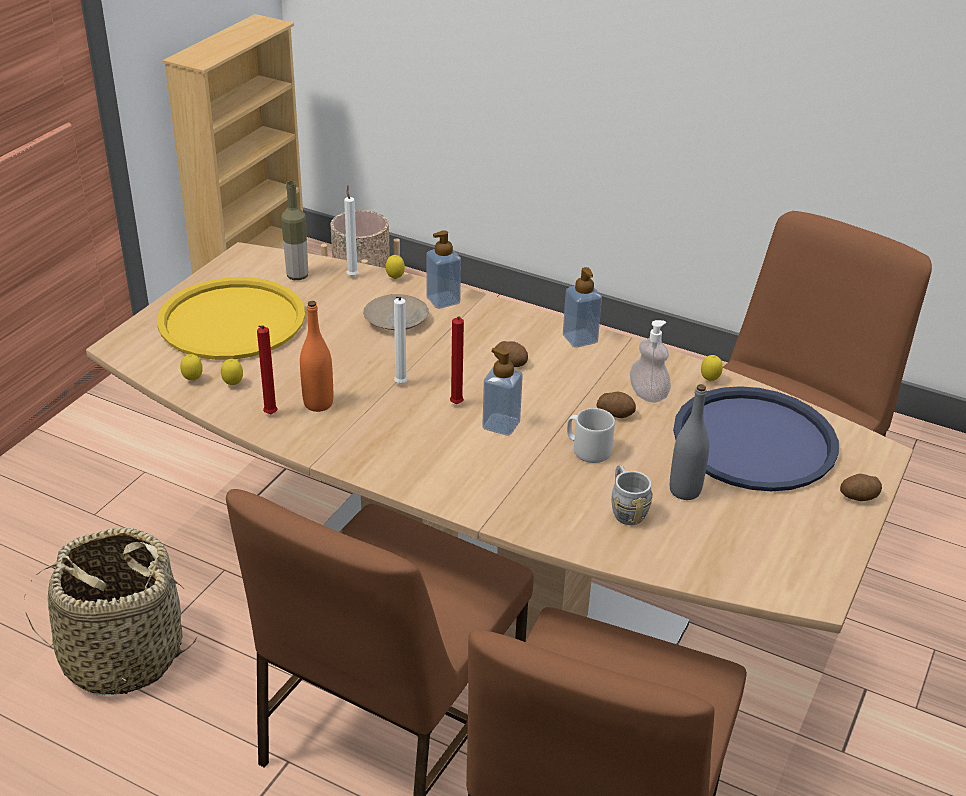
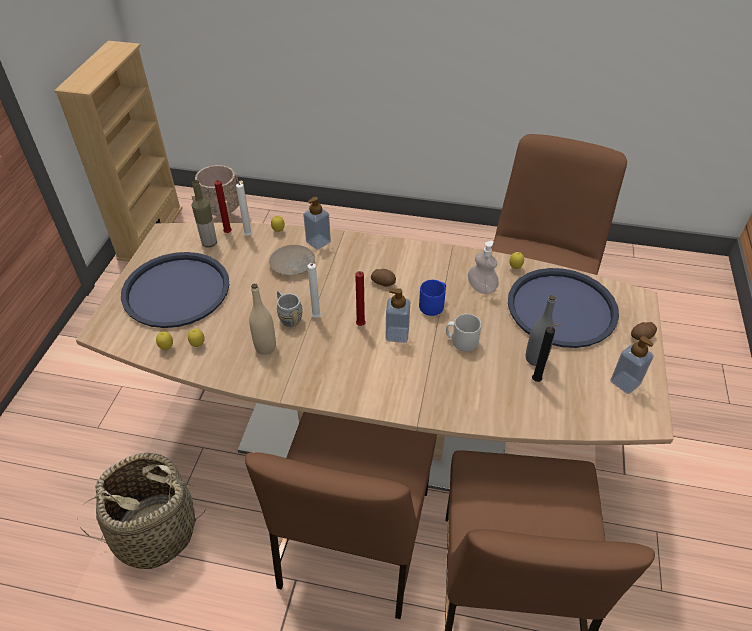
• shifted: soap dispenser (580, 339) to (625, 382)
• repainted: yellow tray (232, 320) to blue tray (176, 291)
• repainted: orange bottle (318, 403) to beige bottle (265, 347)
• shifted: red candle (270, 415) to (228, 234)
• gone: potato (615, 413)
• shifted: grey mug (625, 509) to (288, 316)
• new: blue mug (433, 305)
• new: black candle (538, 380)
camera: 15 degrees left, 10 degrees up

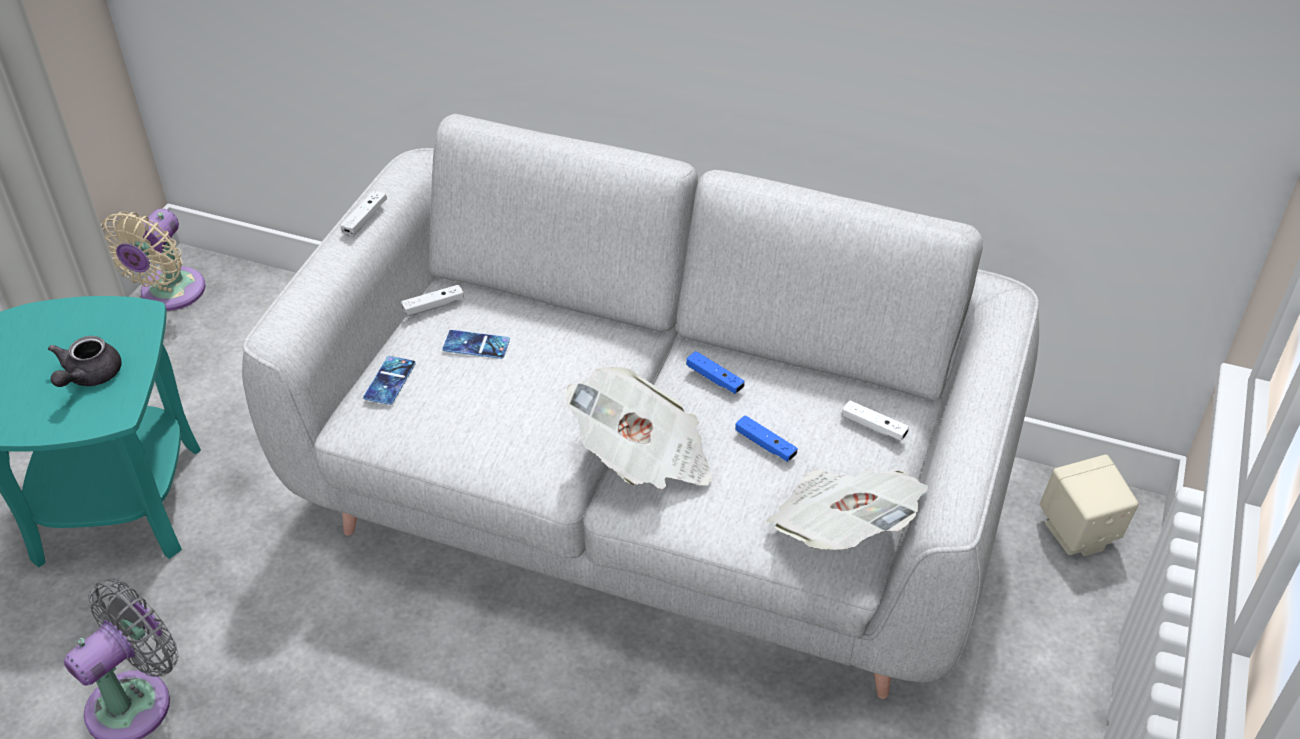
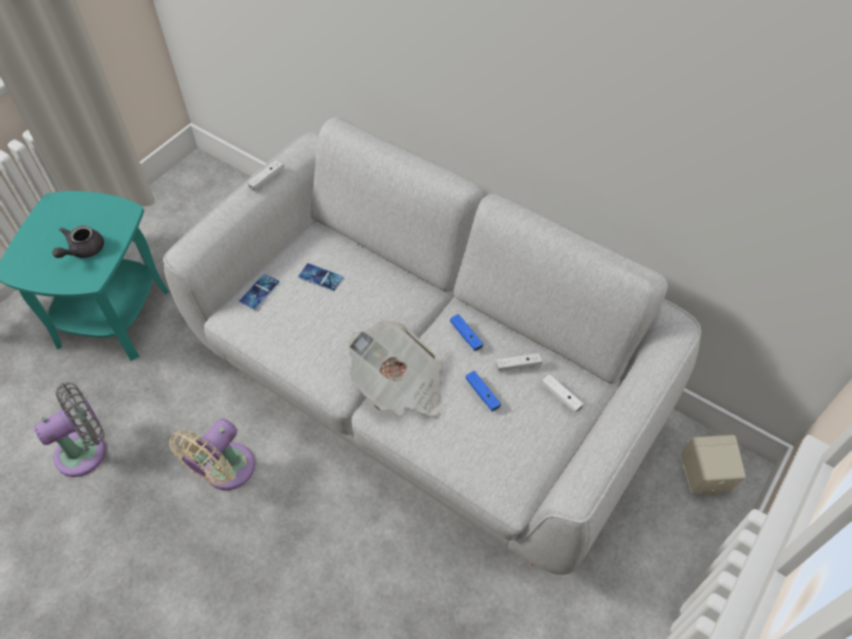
• shifted: beige fan (169, 294) to (225, 471)
• shifted: white game controller (433, 306) to (518, 365)
• gone: newspaper (841, 529)
camera: 15 degrees right, 10 degrees up

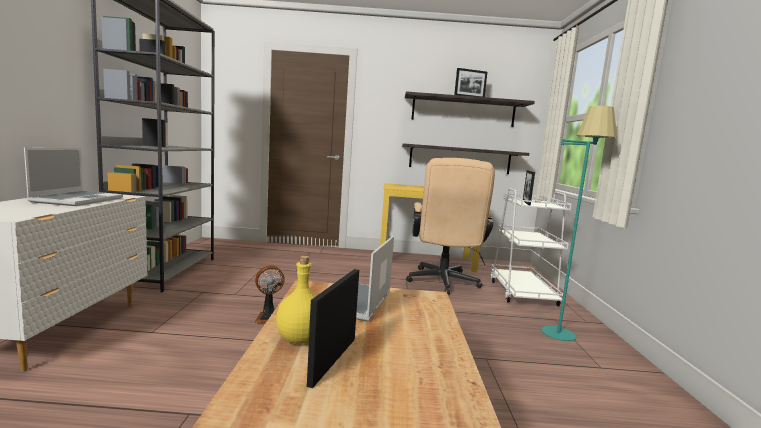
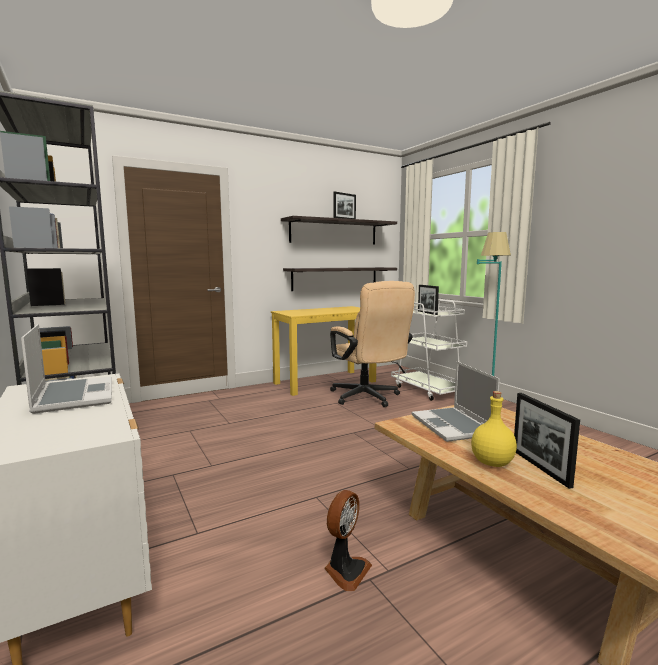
• shifted: fan (269, 317) to (345, 570)
camera: 30 degrees left, 0 degrees up

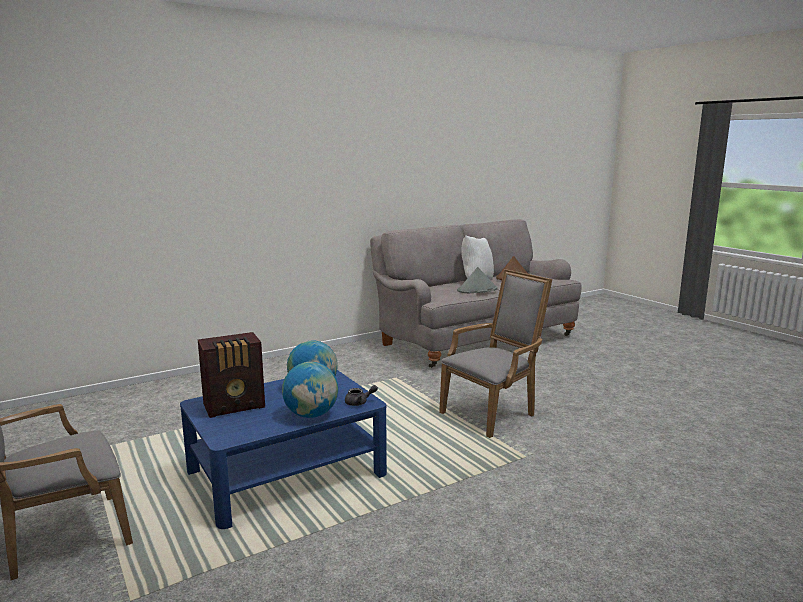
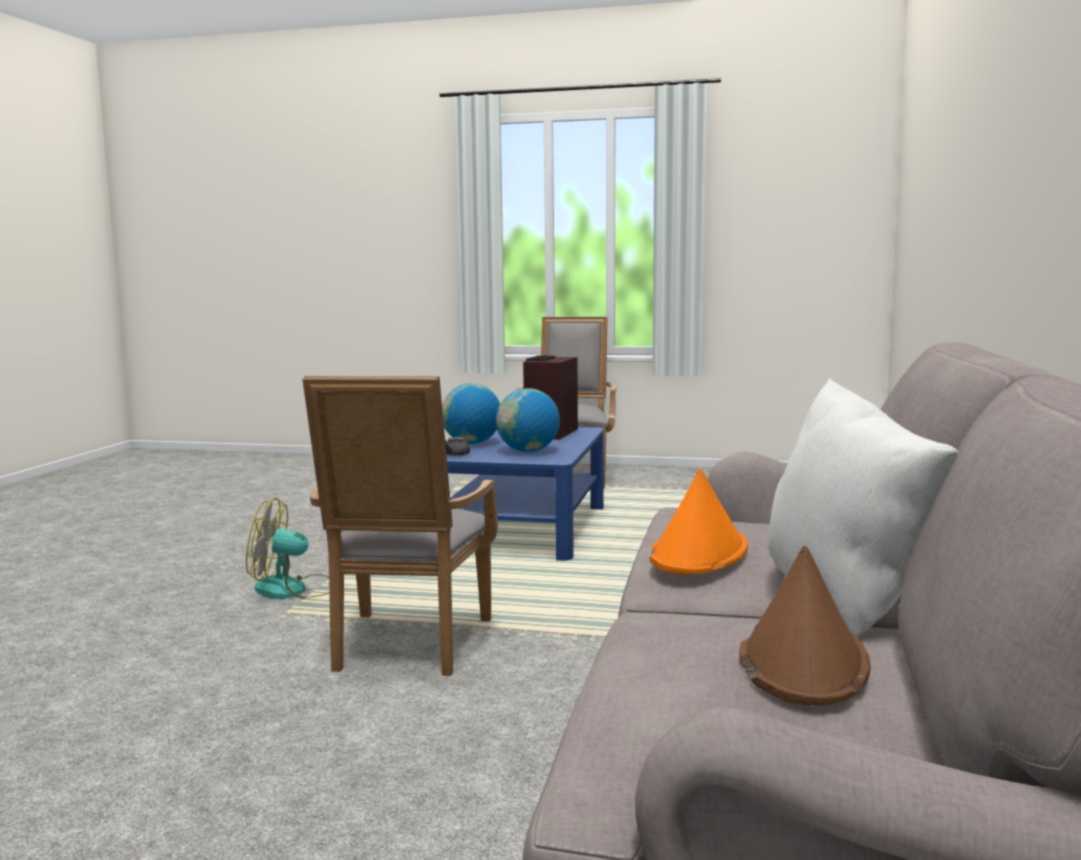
• repainted: grey hat (477, 290) to orange hat (699, 554)
• new: fan (293, 590)
camera: 135 degrees right, 5 degrees down

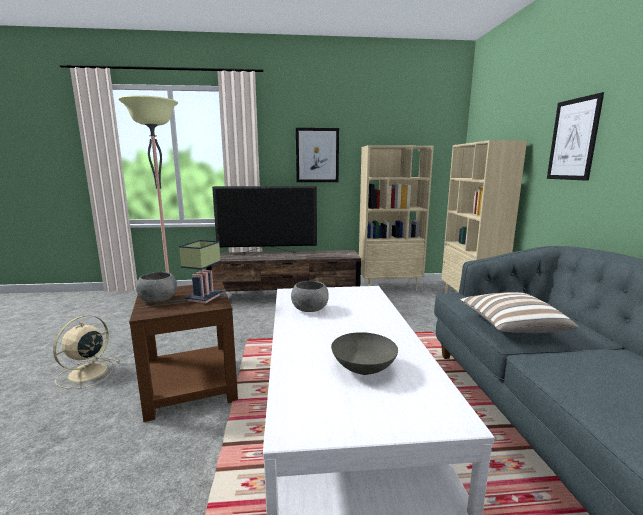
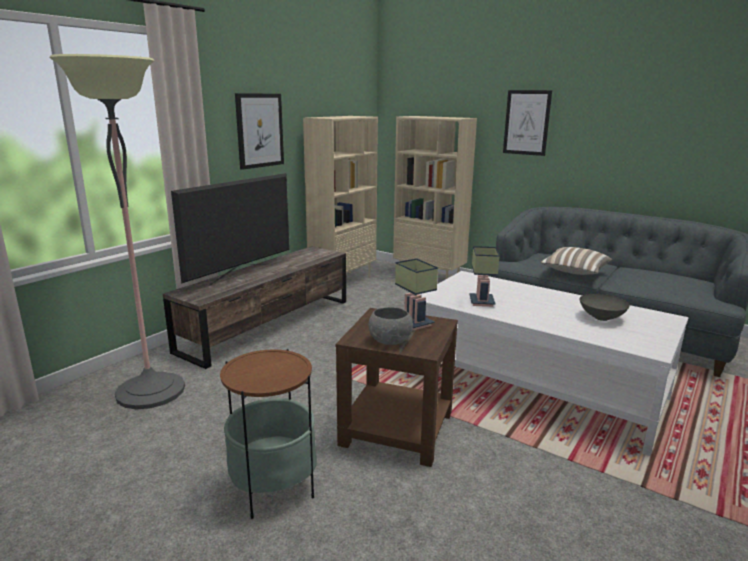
• swapped: grey bowl (309, 309) to table lamp (483, 302)
• swapped: beige fan (86, 373) to side table (273, 488)
camera: 50 degrees left, 5 degrees up

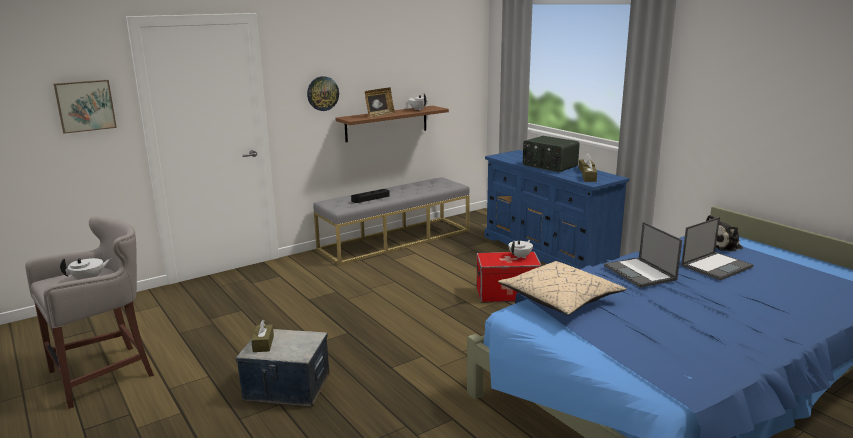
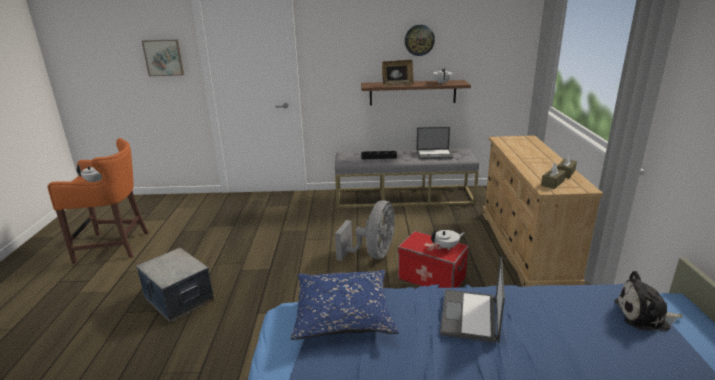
• shifted: wall clock (322, 93) to (419, 40)
• gone: radio (549, 166)
• repainted: blue dresser (548, 252) to beige dresser (525, 247)
• repainted: grey stool (105, 373) to orange stool (115, 246)
• shifted: laptop (716, 266) to (434, 154)
• repainted: beige pillow (560, 299) to blue pillow (343, 315)
• gone: brown tissue box (263, 344)
• new: grey fan (373, 254)
camera: 35 degrees right, 5 degrees up

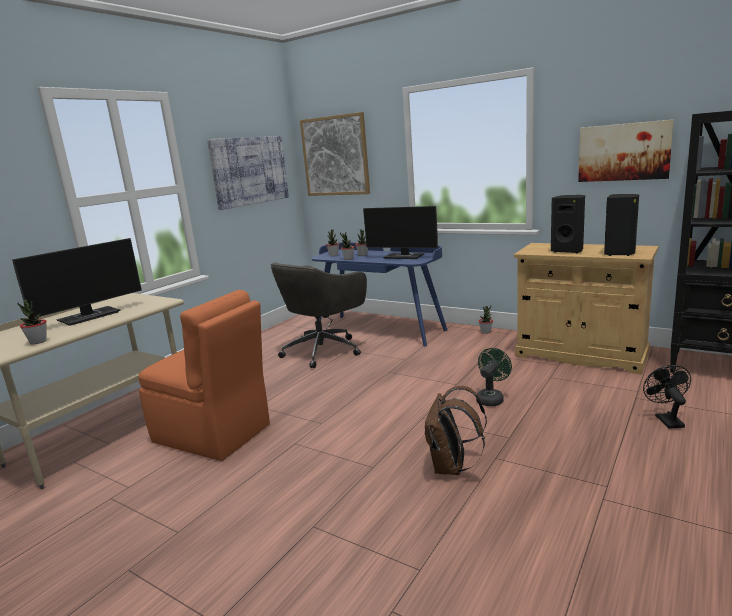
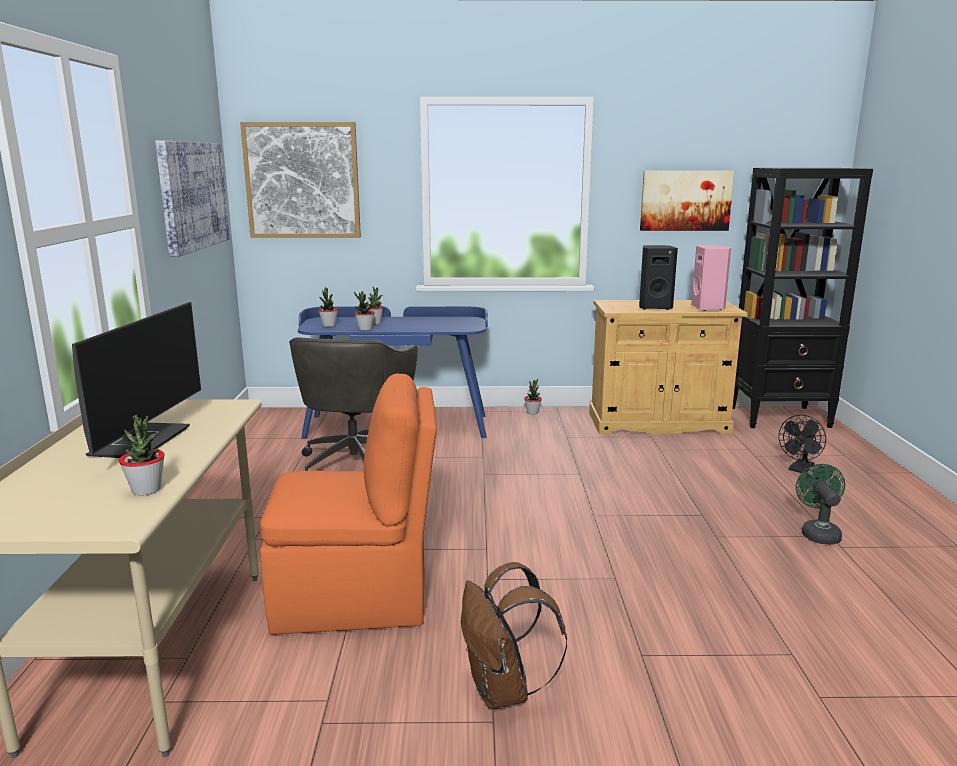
• repainted: black speaker (620, 253) to pink speaker (708, 308)
• gone: monitor (404, 256)
• shifted: green fan (491, 398) to (818, 533)
• rotated: black fan (666, 419) = (799, 470) 105 degrees counterclockwise
• shifted: brown backpack (452, 467) to (503, 691)
camera: 35 degrees left, 0 degrees up

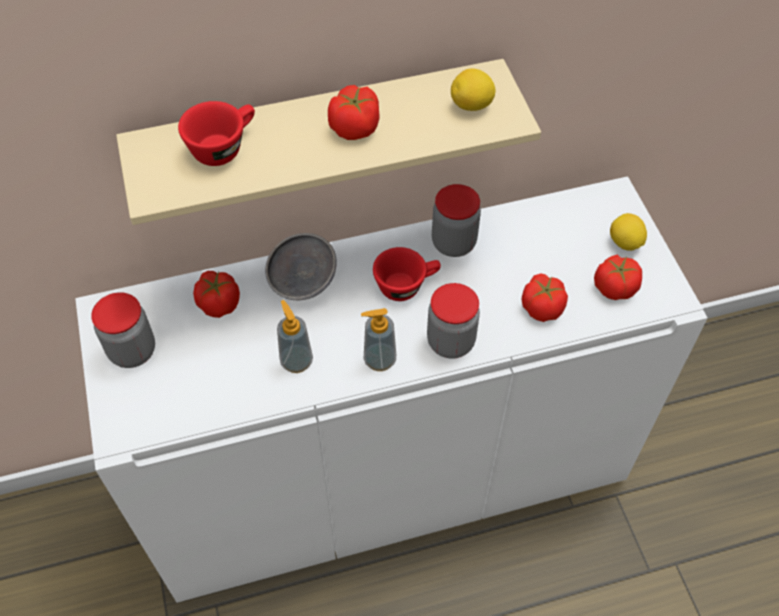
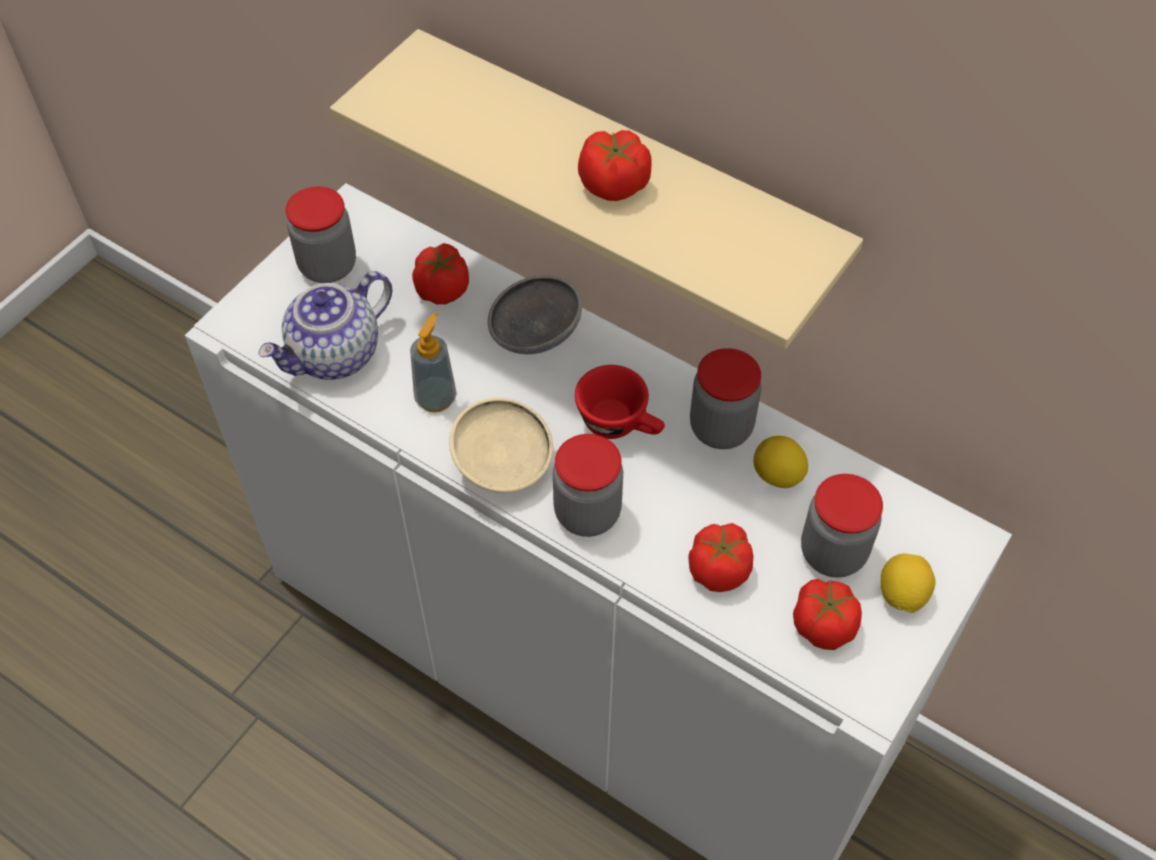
• shifted: lemon (471, 106) to (777, 476)
• gone: red cup (223, 147)
• swapped: soap dispenser (379, 360) to beige bowl (504, 465)
• new: teapot (335, 355)
• new: jar (833, 553)
camera: 50 degrees right, 0 degrees up

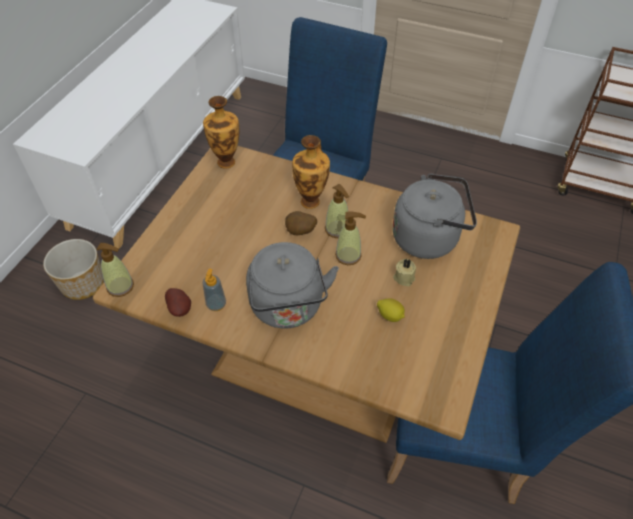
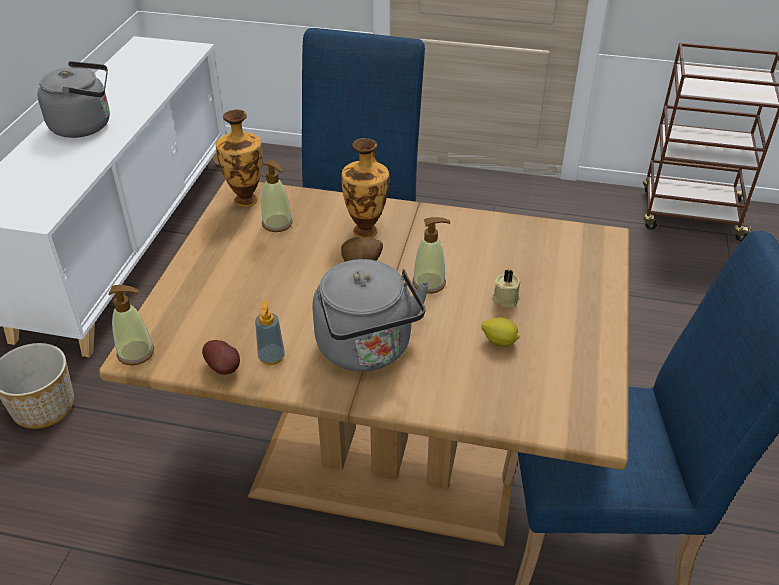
• shifted: grey kettle (429, 238) to (85, 125)
• shifted: soap dispenser (337, 229) to (277, 224)
camera: 10 degrees left, 10 degrees down

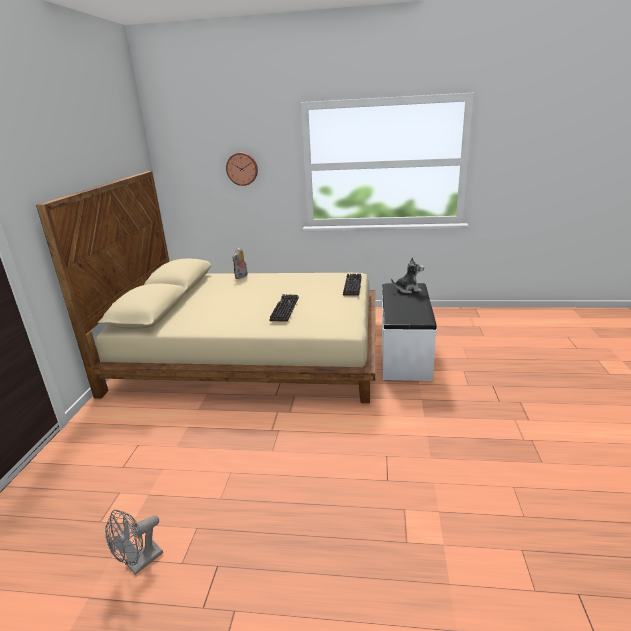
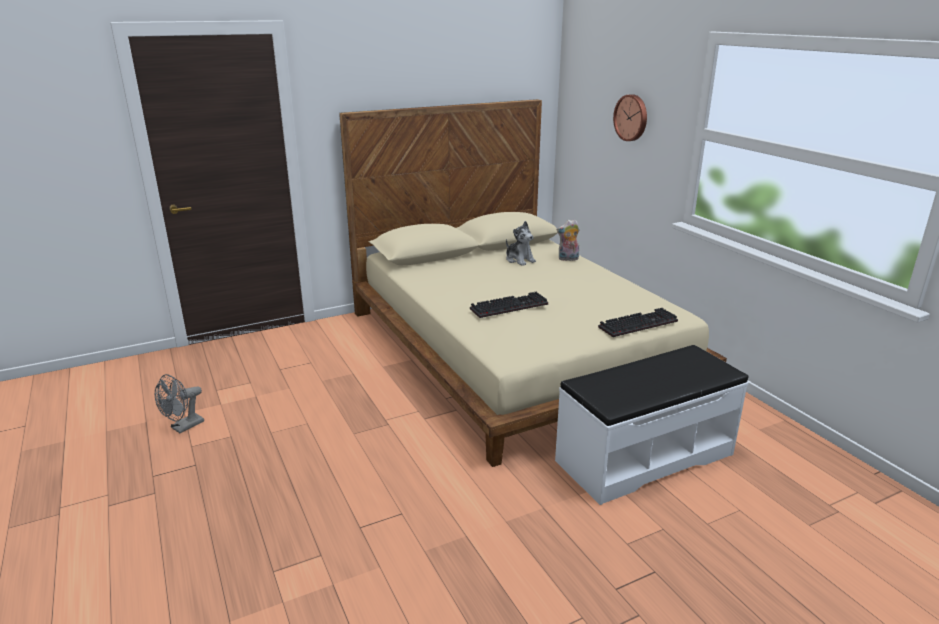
• shifted: plush toy (408, 289) to (519, 260)
• rotated: grey fan (140, 563) = (183, 427) 60 degrees counterclockwise
camera: 55 degrees right, 0 degrees up

